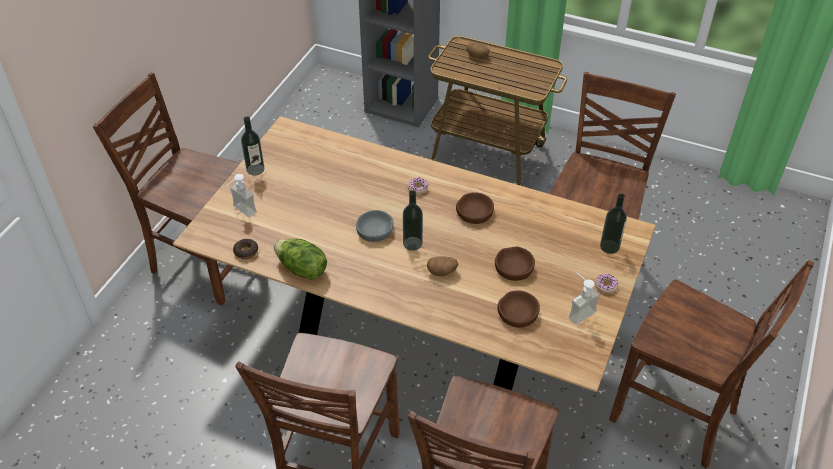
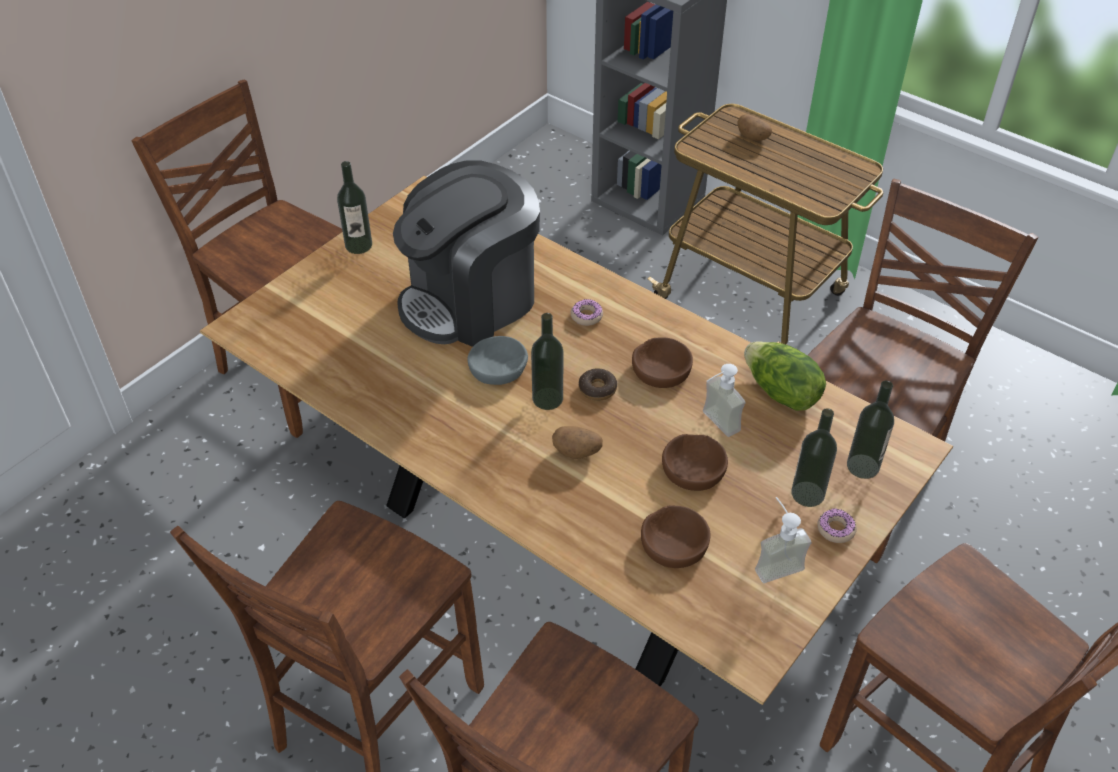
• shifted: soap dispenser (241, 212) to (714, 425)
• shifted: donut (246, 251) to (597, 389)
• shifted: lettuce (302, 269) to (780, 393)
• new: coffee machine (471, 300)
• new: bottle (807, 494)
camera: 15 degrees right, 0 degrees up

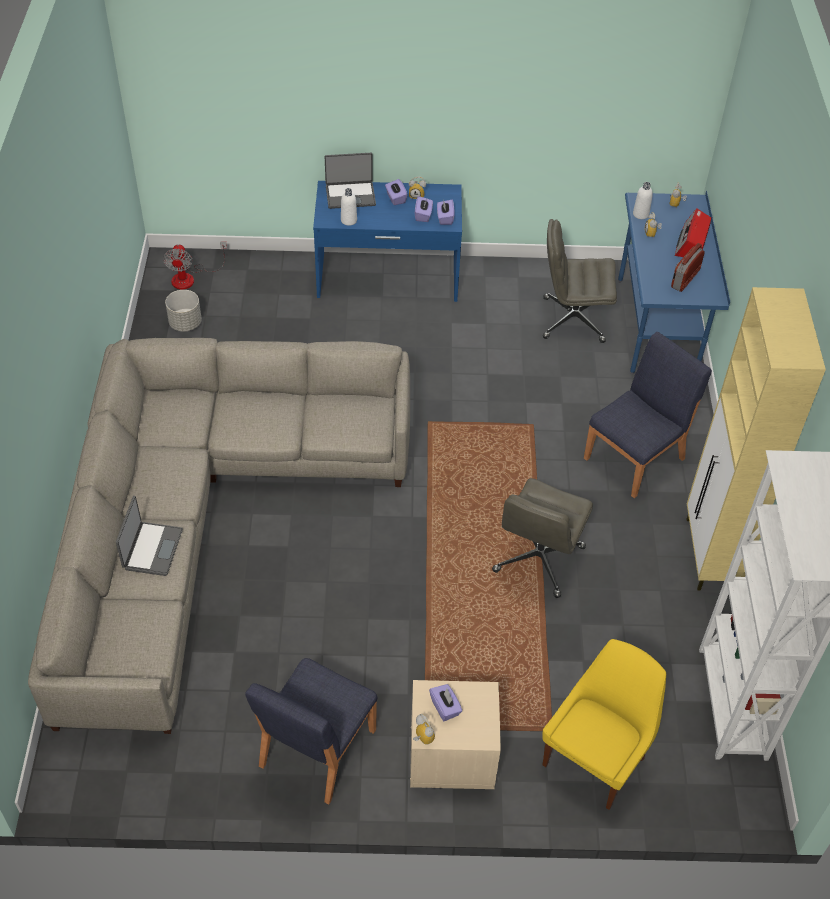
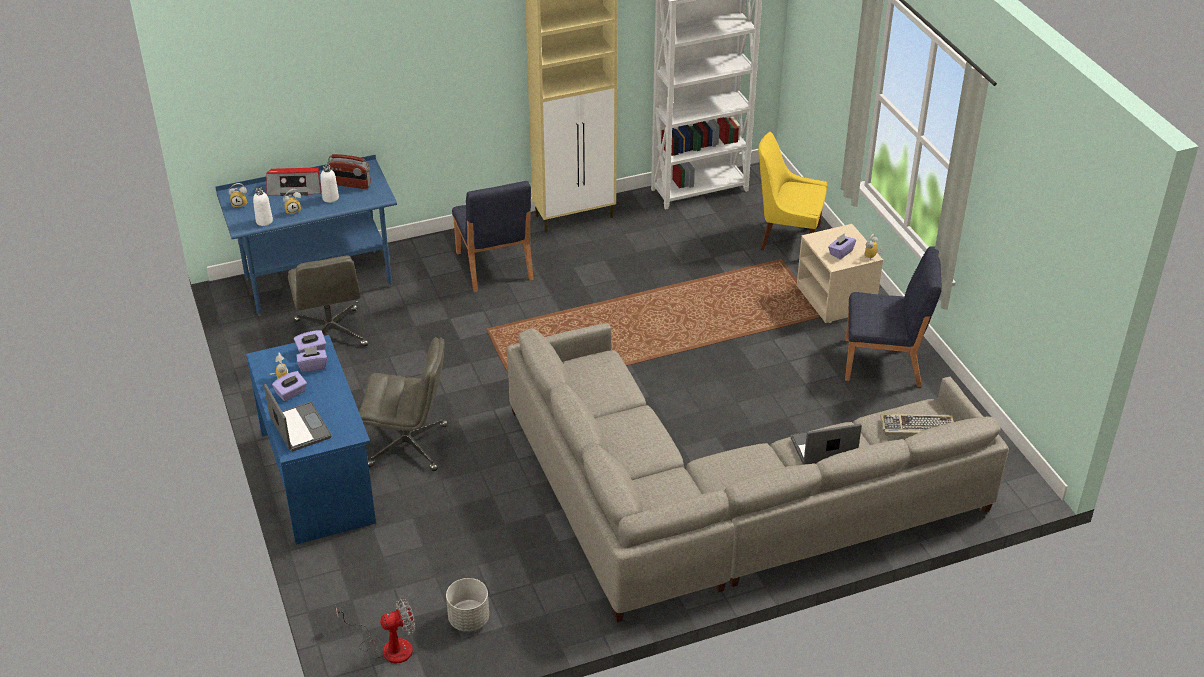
• shifted: white bottle (349, 220) to (330, 198)
• rotated: blue chair (635, 458) = (494, 267) 135 degrees counterclockwise
• shifted: grey office chair (538, 560) to (409, 446)
• new: keyboard (917, 427)
camera: 110 degrees left, 10 degrees down

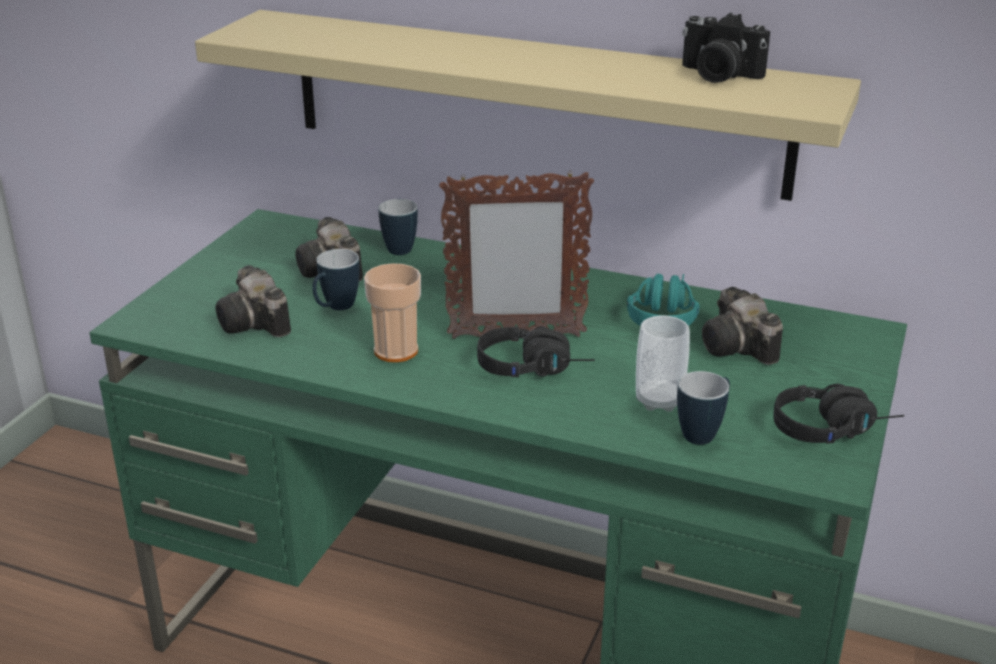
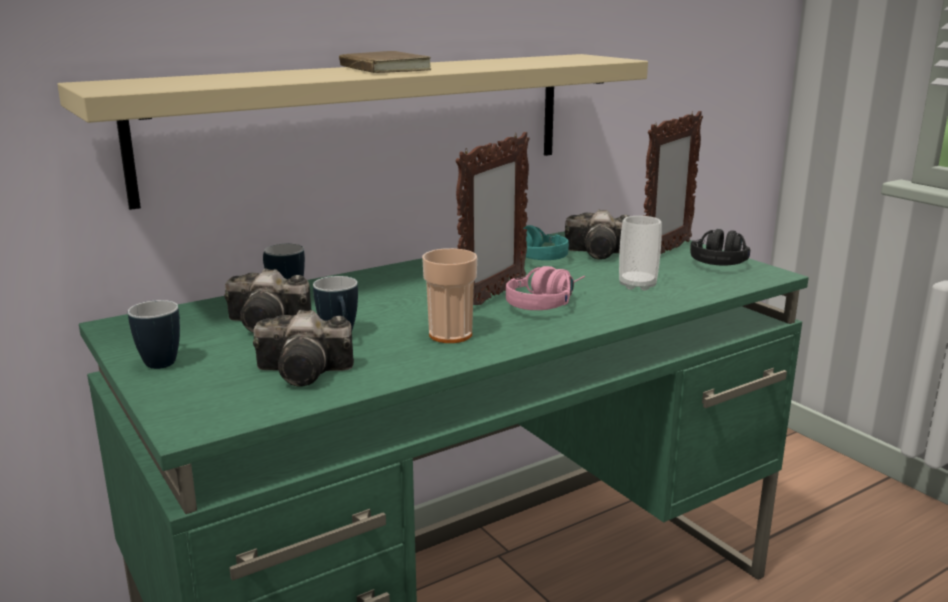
• gone: photo camera (717, 75)
• repainted: black headphones (535, 368) to pink headphones (547, 303)
• shifted: mug (704, 433) to (162, 360)
• new: brown book (380, 69)
• new: picture frame (665, 252)
camera: 55 degrees left, 10 degrees down

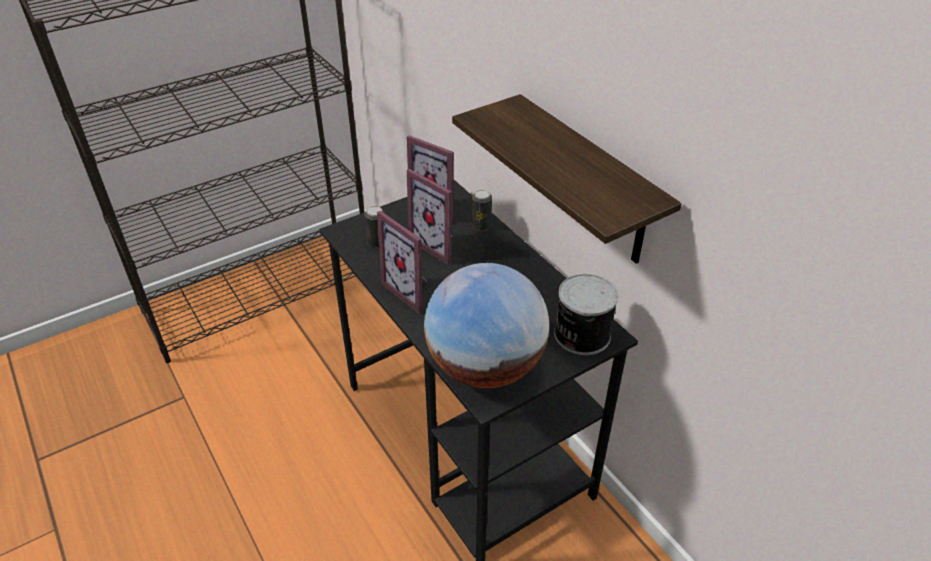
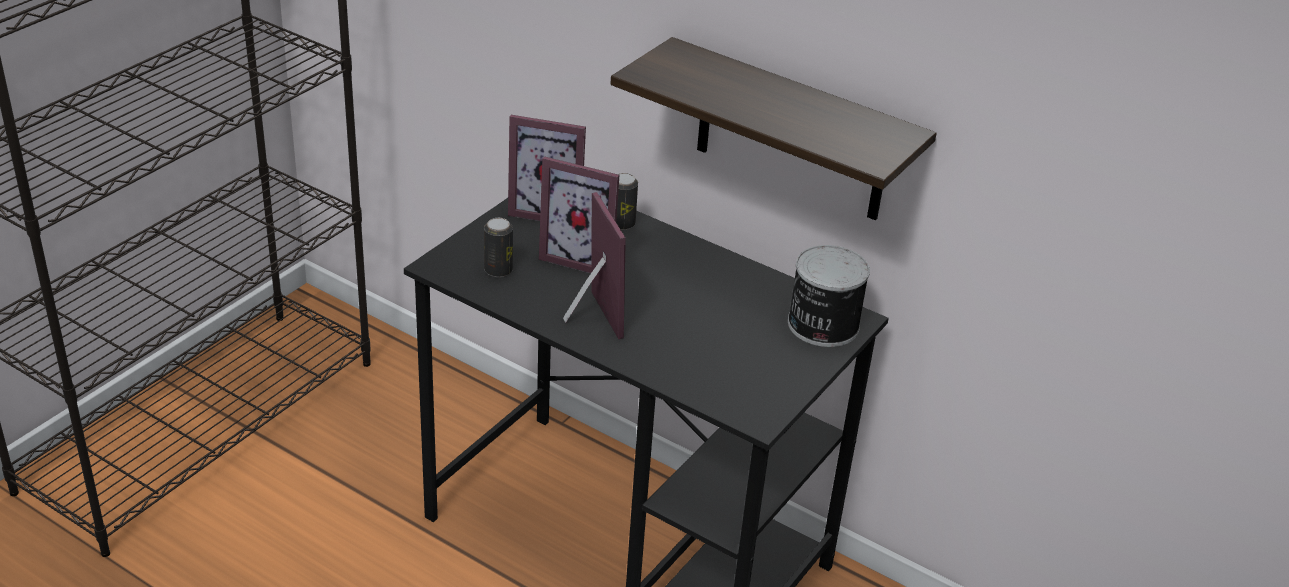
• rotated: picture frame (413, 290) = (587, 318) 135 degrees counterclockwise
• gone: globe (485, 366)
camera: 25 degrees left, 5 degrees down

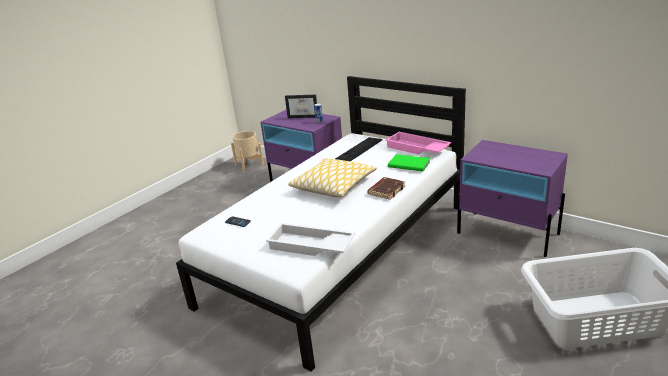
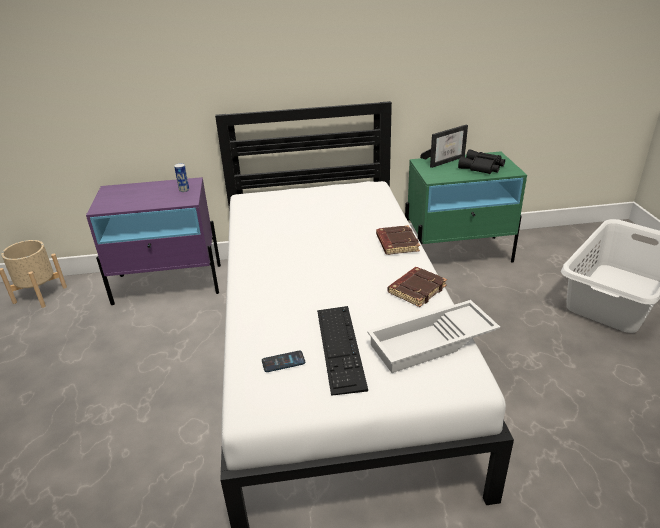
• shifted: picture frame (304, 116) to (445, 160)
• gone: pink tray (416, 149)
• shifted: keyboard (358, 149) to (340, 347)
• repainted: purple nightstand (508, 233) to green nightstand (458, 254)
• gone: green book (409, 164)
• gone: pillow (333, 186)
• new: black binoculars (482, 168)
• new: brown book (416, 289)
camera: 45 degrees left, 5 degrees up

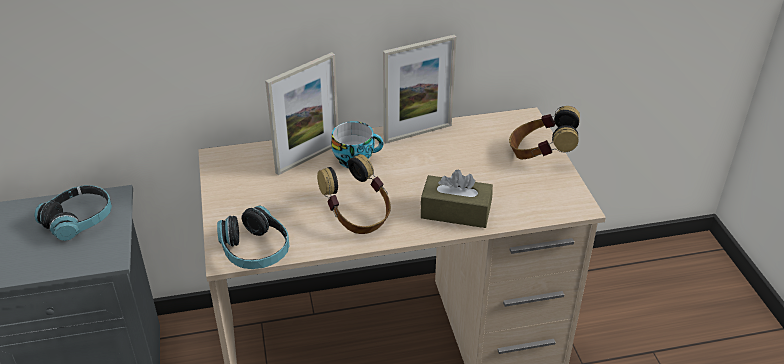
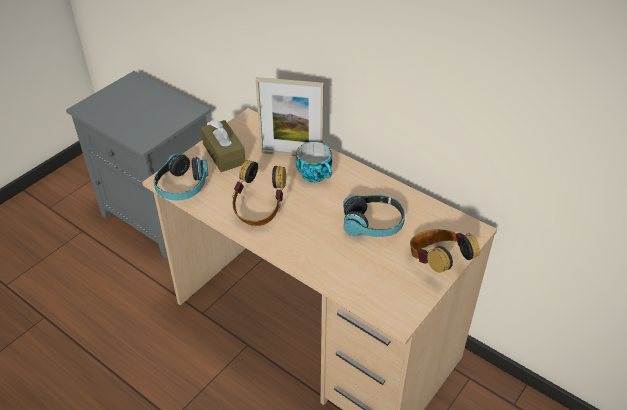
• gone: picture frame (418, 133)
• shifted: brown tissue box (455, 212) to (224, 154)
• shifted: headphones (79, 220) to (373, 224)
camera: 50 degrees right, 5 degrees up

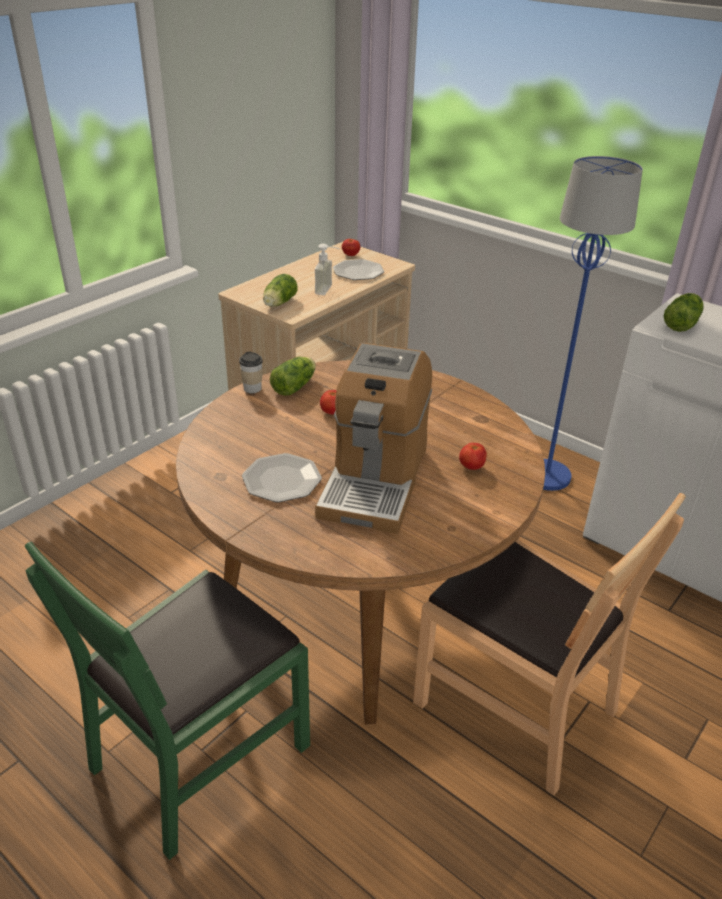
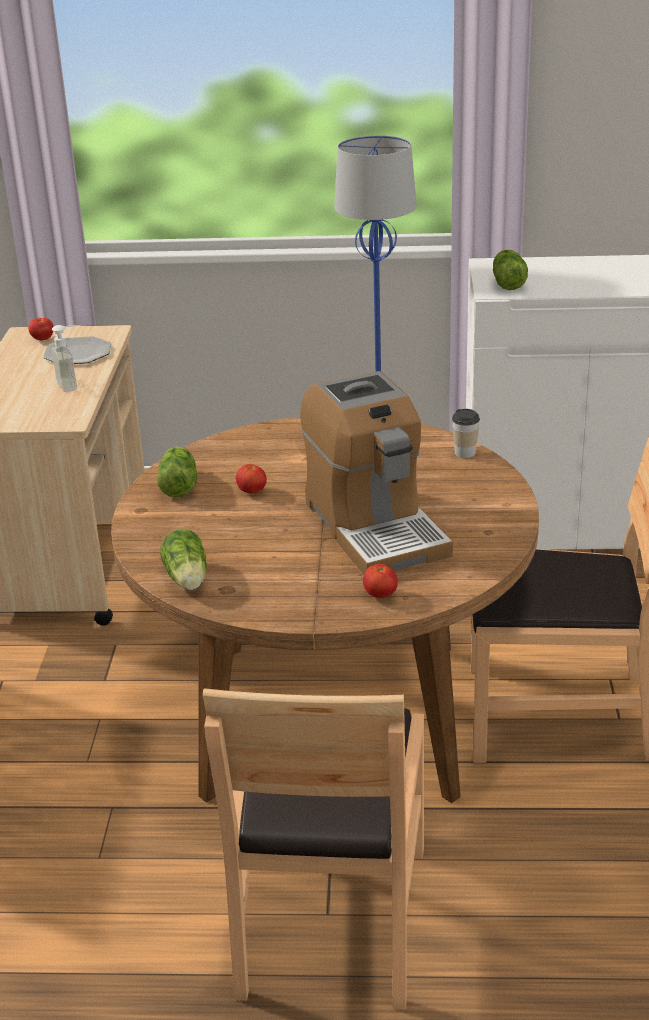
• shifted: lettuce (278, 303) to (187, 580)
• shifted: cup (252, 389) to (465, 453)
• shifted: tomato (471, 467) to (380, 595)
• gone: plate (282, 480)
• repainted: green chair (199, 753) to brown chair (329, 918)
camera: 35 degrees left, 5 degrees down

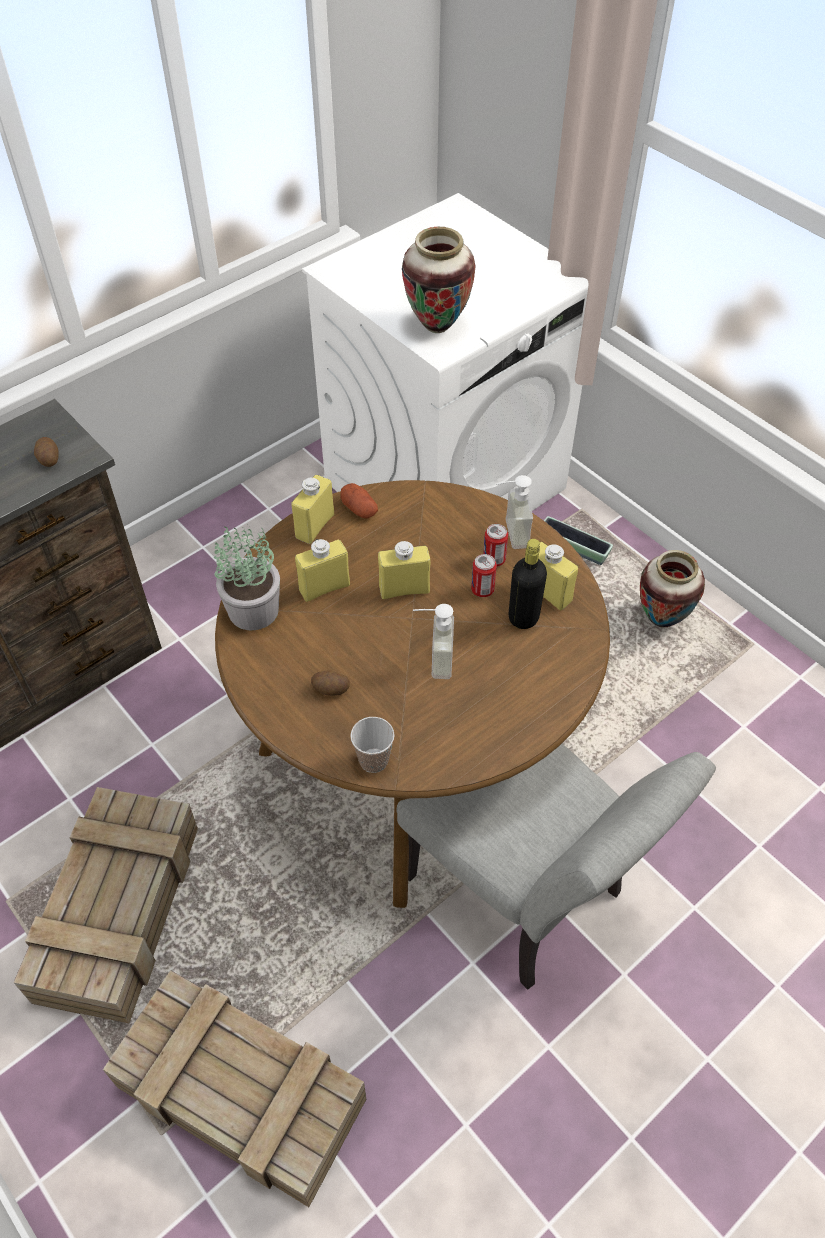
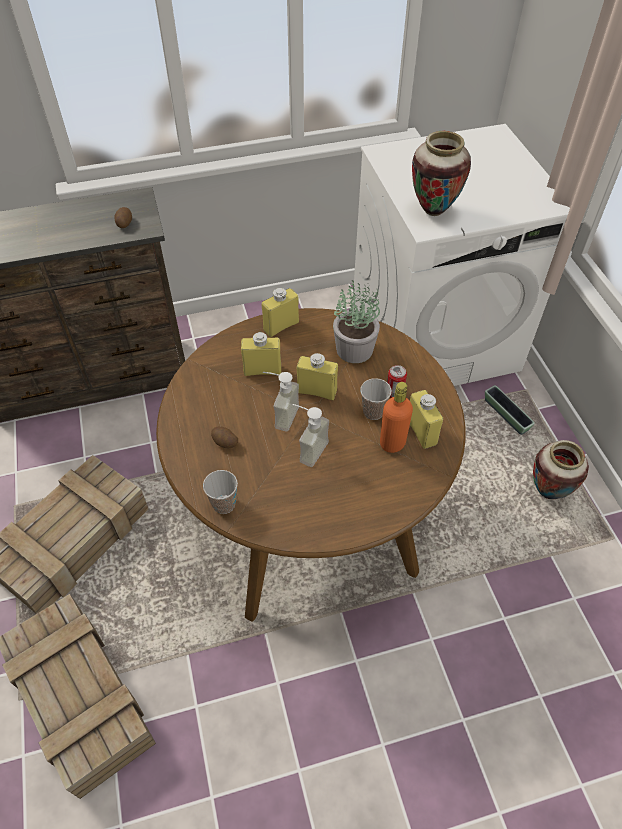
• shifted: soap dispenser (508, 534) to (280, 415)
• gone: potato (359, 509)
• shifted: potted plant (254, 609) to (355, 349)
• repainted: black bottle (523, 617) to orange bottle (392, 443)
• swapped: can (482, 590) to cup (373, 412)
• gone: grey chair (525, 895)
camera: 25 degrees right, 0 degrees up

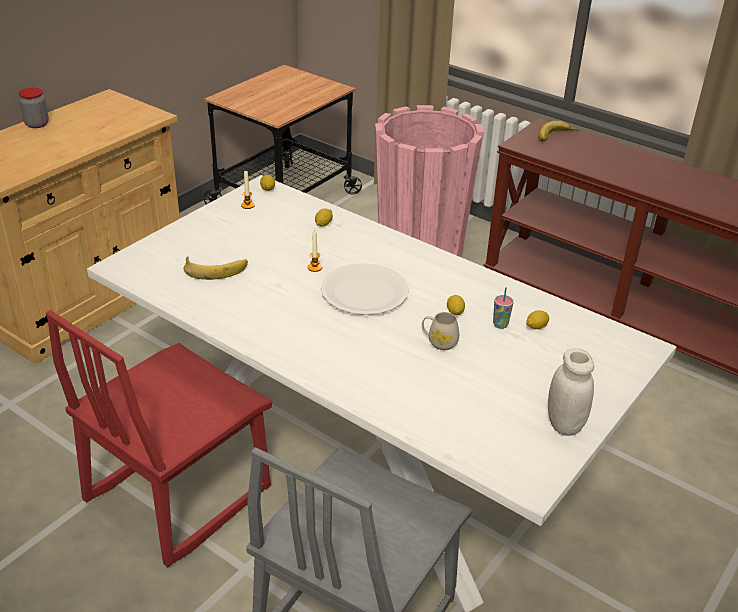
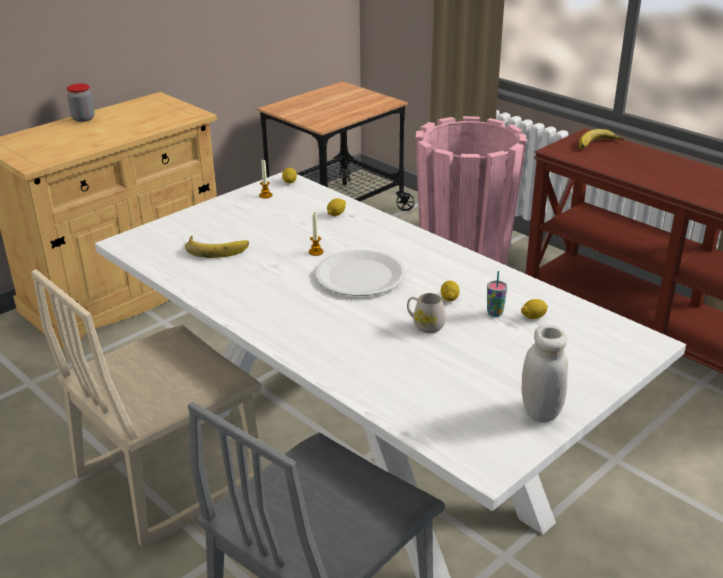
• repainted: red chair (177, 493) to beige chair (168, 477)
camera: 10 degrees right, 5 degrees down

